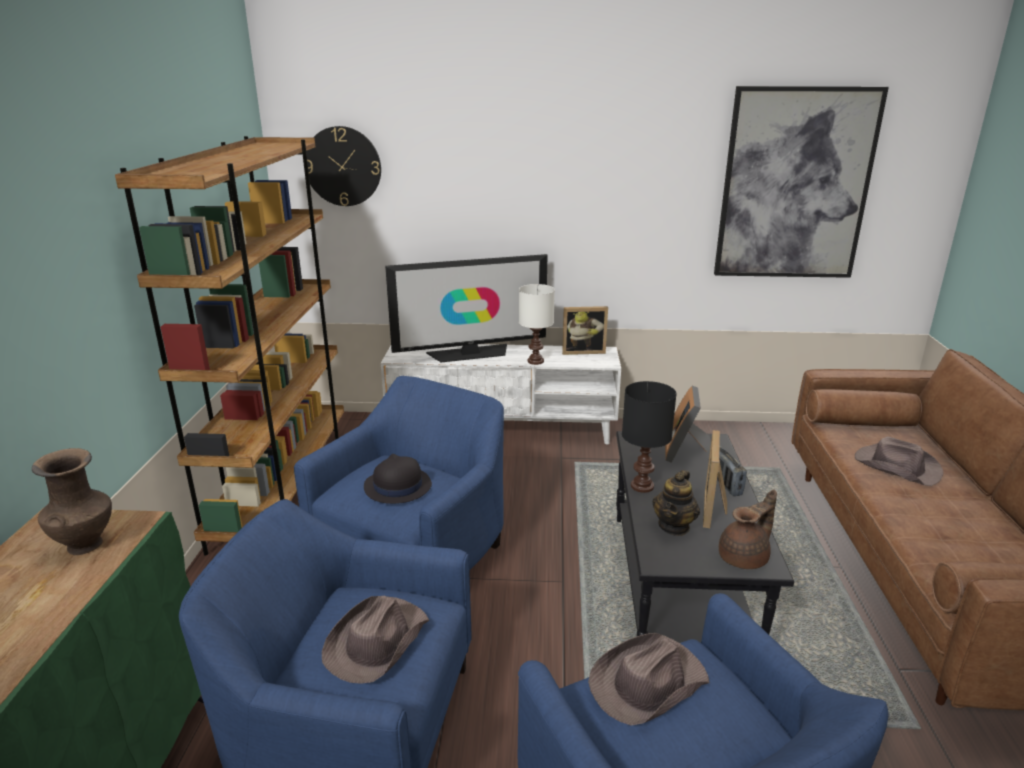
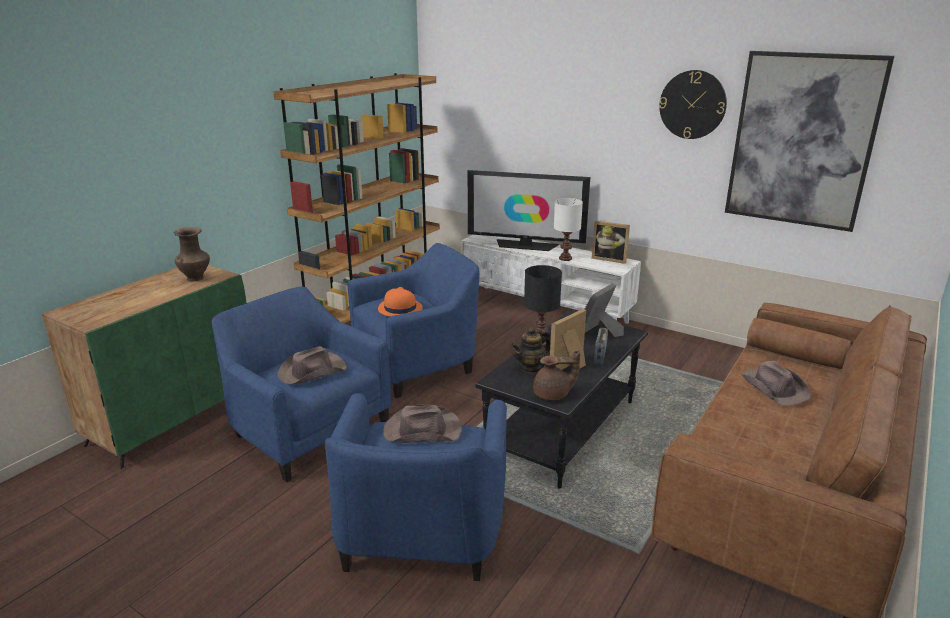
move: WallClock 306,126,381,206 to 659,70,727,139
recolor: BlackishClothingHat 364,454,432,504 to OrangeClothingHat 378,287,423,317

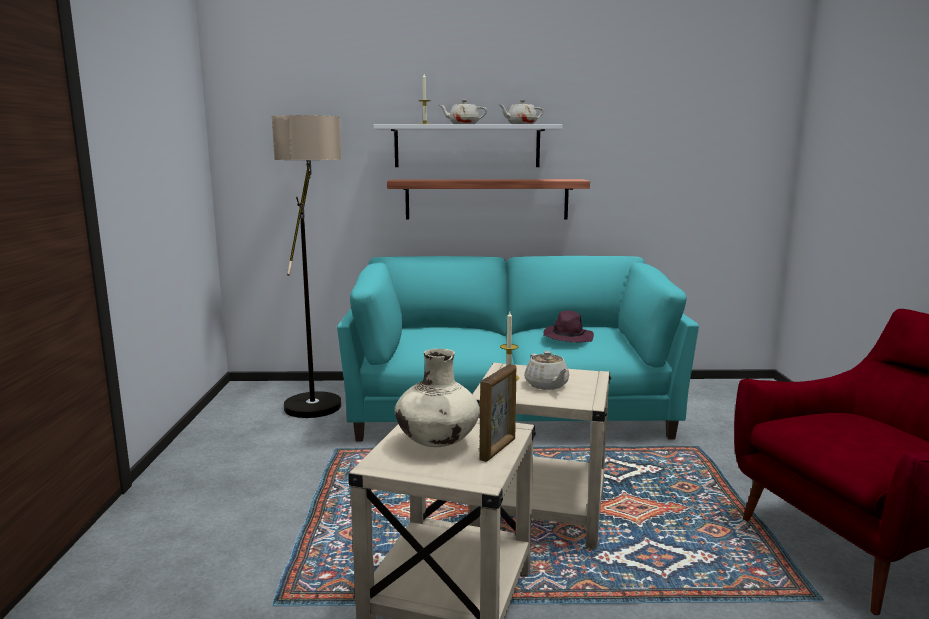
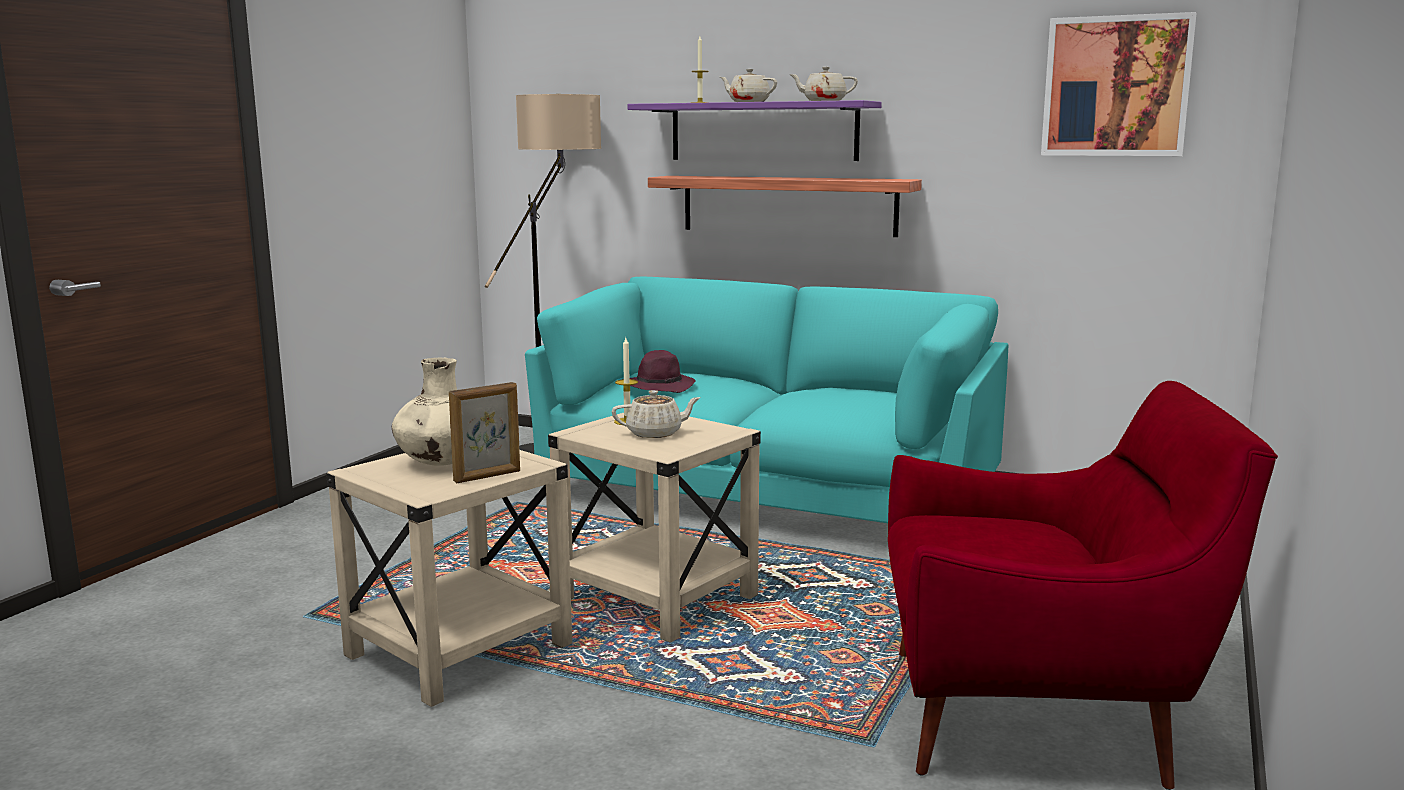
insert: Picture 1041,12,1197,156
move: PurpleClothingHat 543,311,594,342 to 629,350,696,393
recolor: WhiteBracketShelf 374,124,562,167 to PurpleBracketShelf 627,100,882,161
rotate: SandColouredTeapot 524,351,569,390 = 612,390,701,438 105 degrees counterclockwise

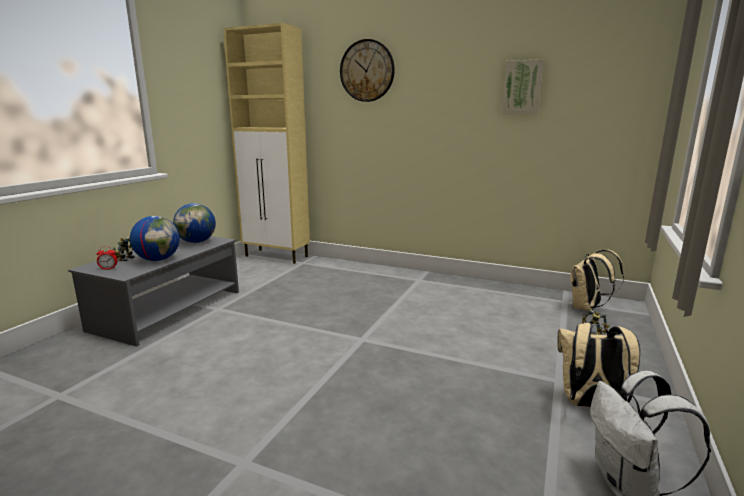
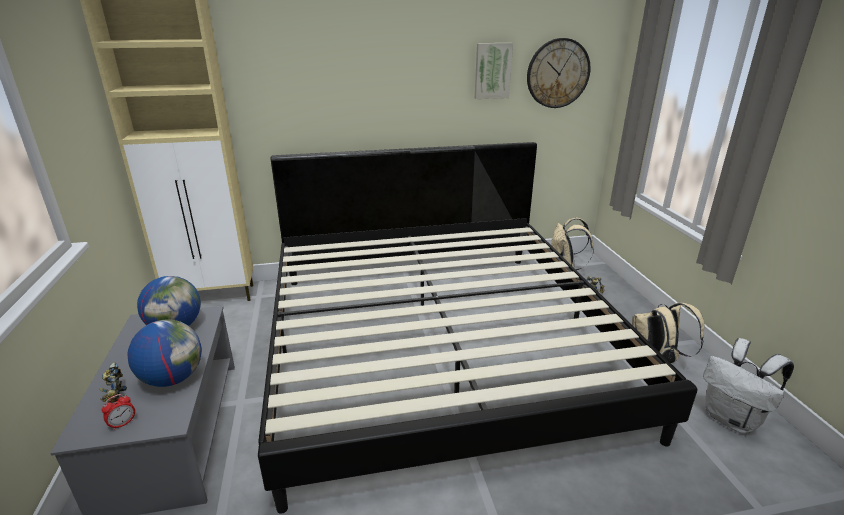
insert: Bed 258,142,698,514
move: WallClock 340,39,395,102 to 527,38,591,108

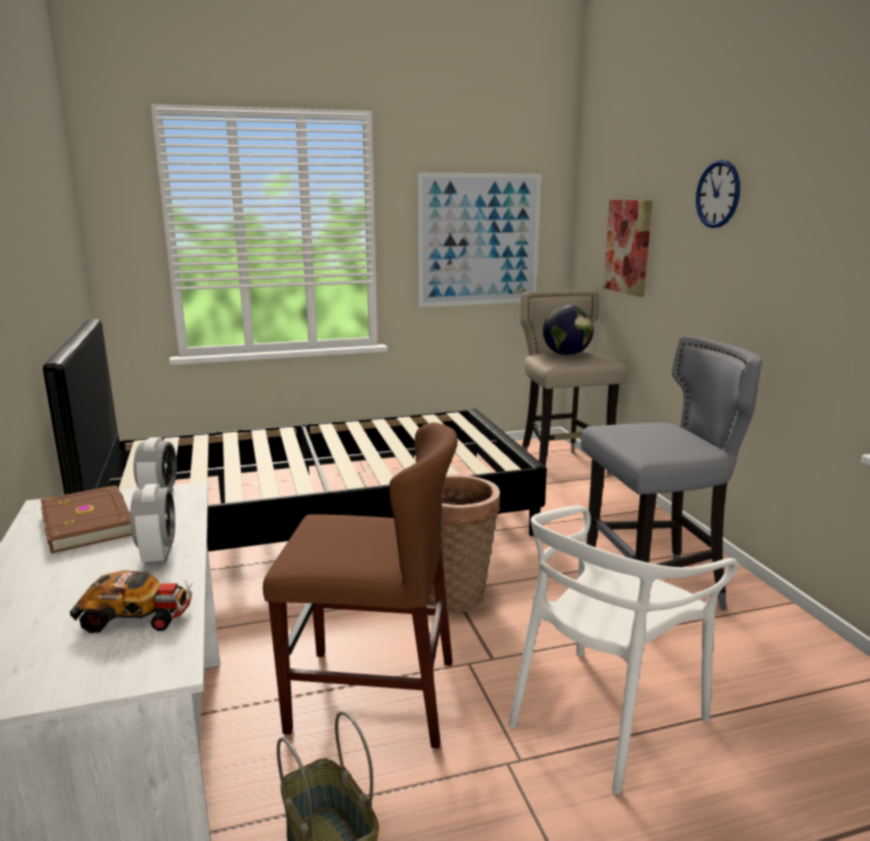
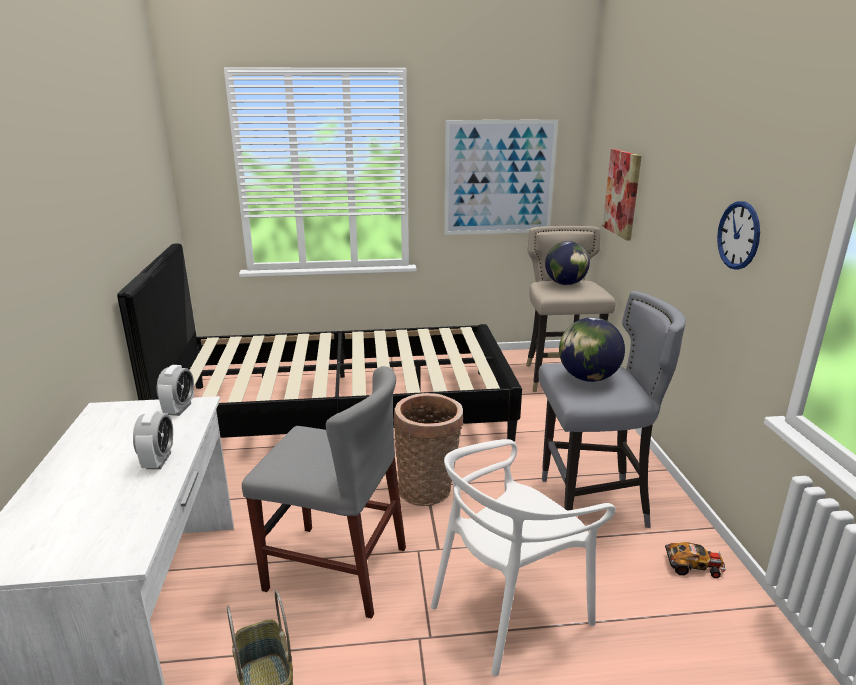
delete: BrownBook 40,485,132,553
insert: DeskGlobe 559,317,625,382
move: ModelCar 70,571,193,633 to 665,542,726,578; WallClock 696,160,740,228 to 717,201,760,270
recolor: BrownUprightChair 263,422,458,749 to GrayUprightChair 242,366,406,619

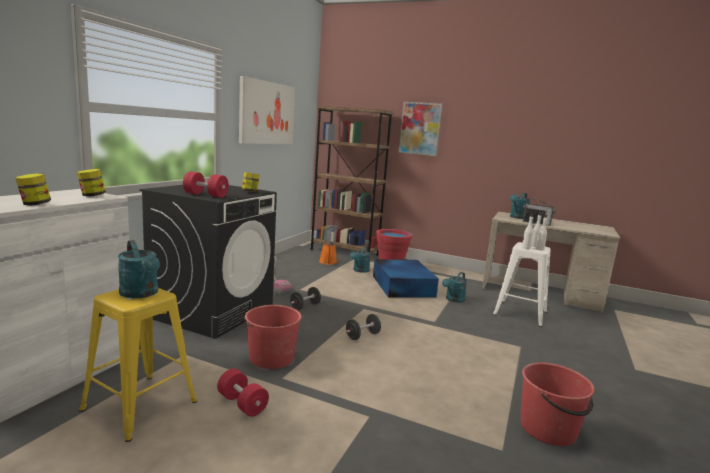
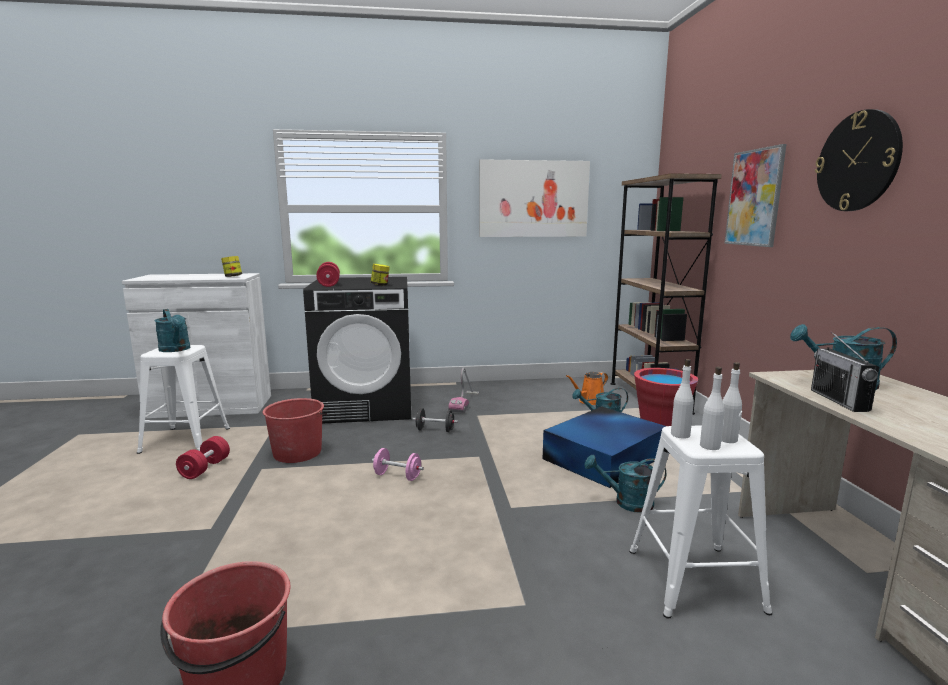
delete: PreserveJar 15,173,51,205
insert: WallClock 815,109,903,211
recolor: YellowSittingStool 79,288,197,442 to WhiteSittingStool 137,345,230,454; BlackishFreeWeight 346,314,381,340 to PinkishFreeWeight 372,448,424,481
rotate: TurquoiseColouredWateringPot 117,240,160,298 = 155,309,190,352 60 degrees counterclockwise

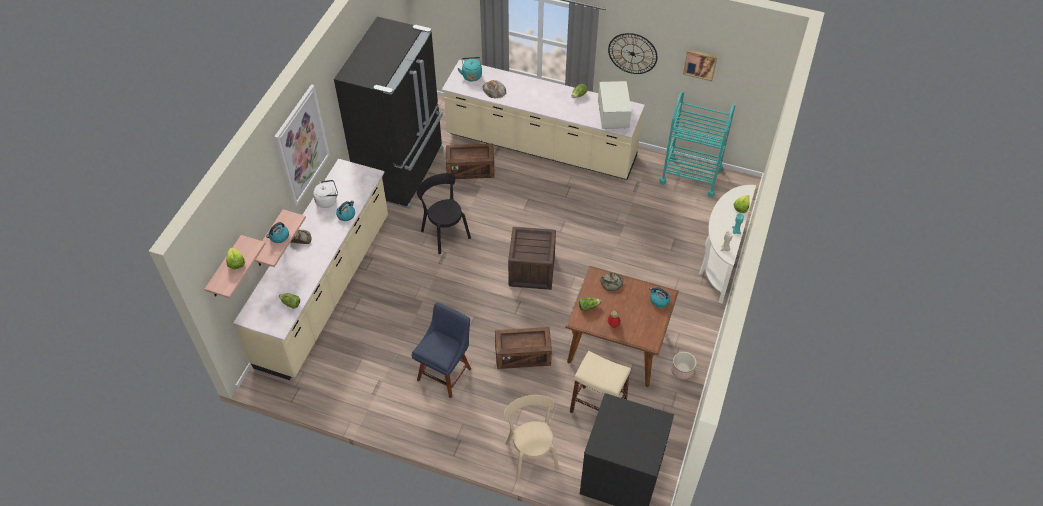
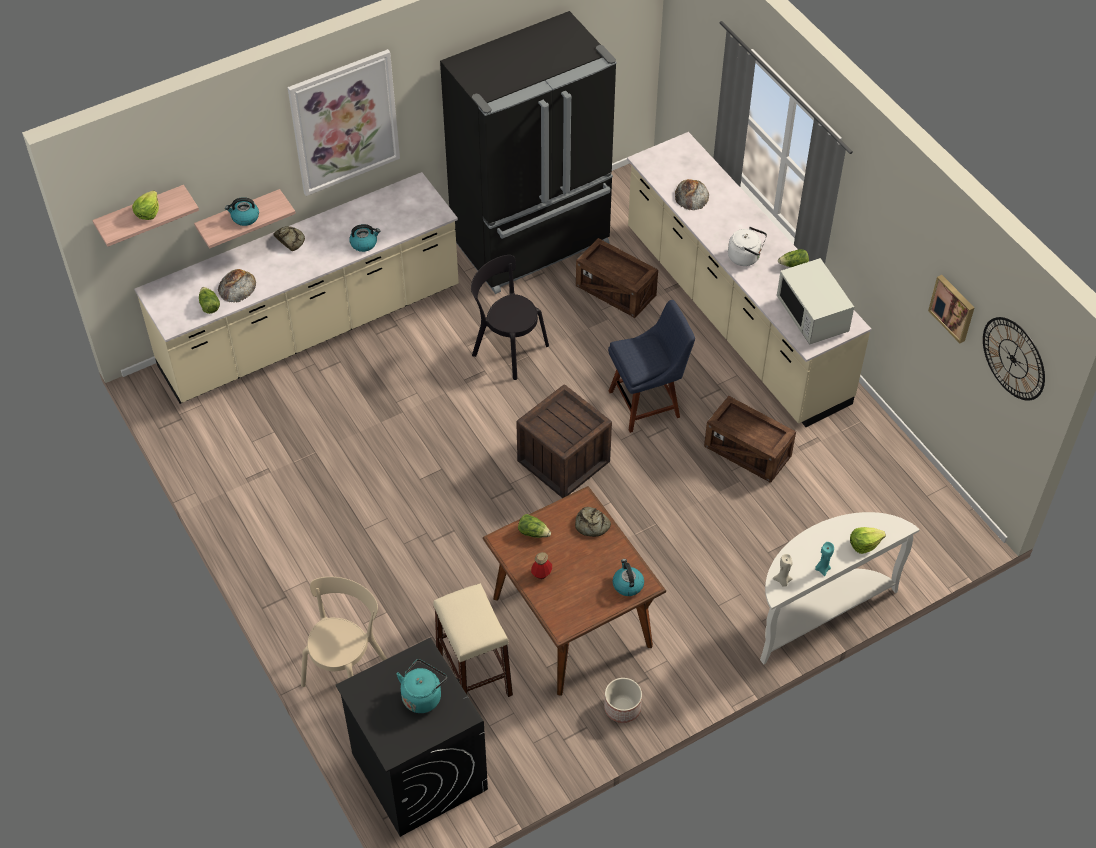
delete: TurquoiseColouredCart 659,92,735,197
insert: Bread 218,269,256,303
move: WhiteKettle 313,180,338,208 to 728,227,767,266; BluishUprightChair 412,302,471,398 to 608,300,695,433; TurquoiseColouredKettle 458,57,482,81 to 396,659,447,713; Crate 495,327,552,369 to 704,396,796,483; WallClock 608,33,658,74 to 983,317,1045,401
rotate: BlackishUprightChair 416,173,471,254 = 471,255,549,380 60 degrees counterclockwise; WhiteKitchenMicrowave 598,81,632,129 = 777,258,854,345 120 degrees clockwise

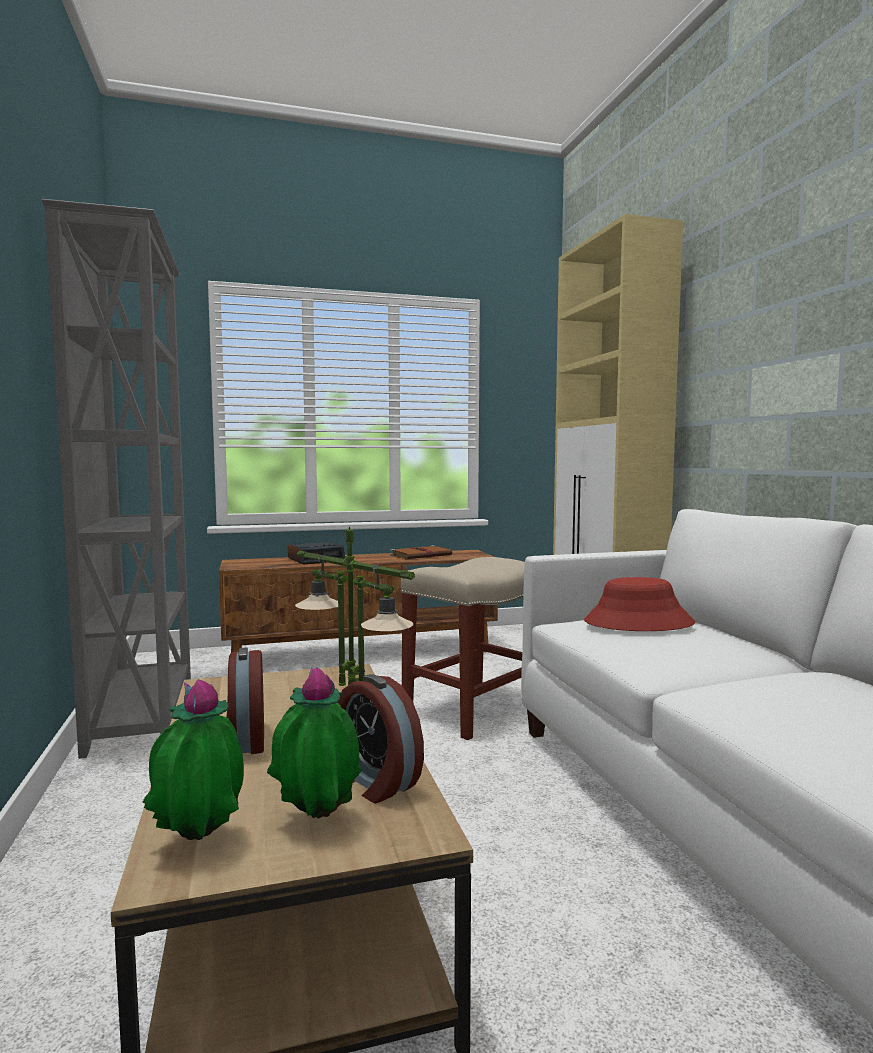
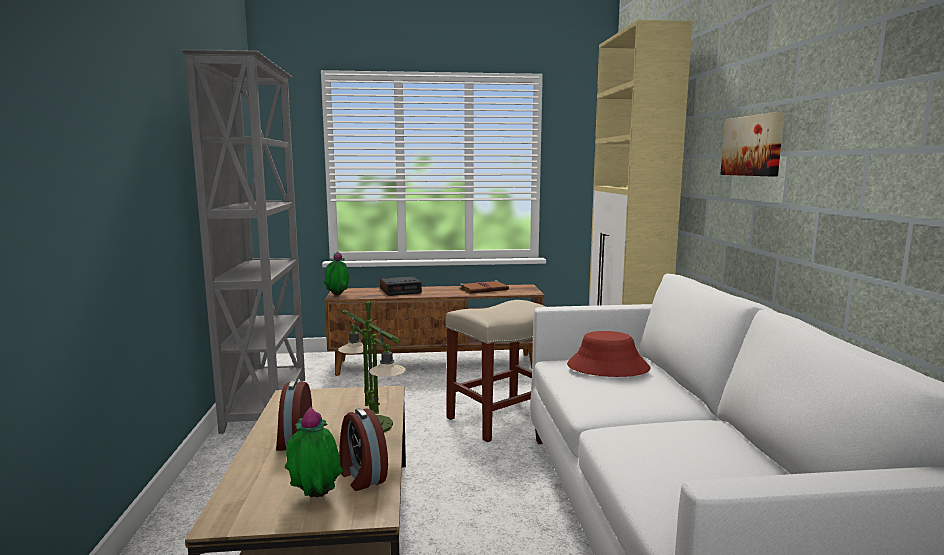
insert: Picture 720,112,784,176
move: Houseplant 143,679,244,840 to 324,252,349,296

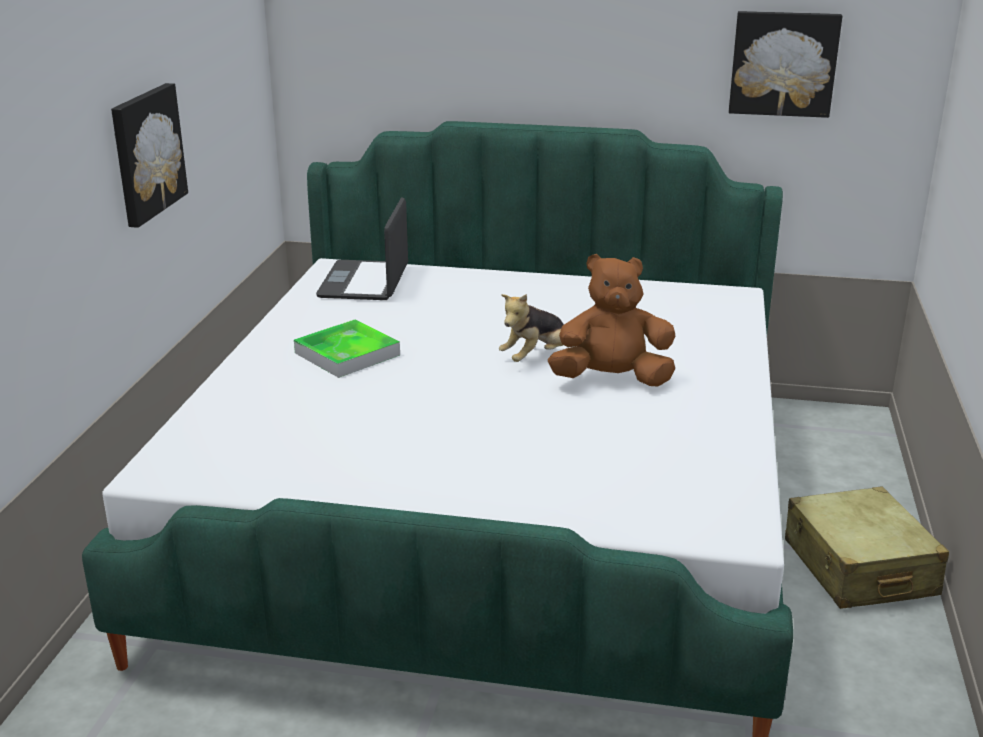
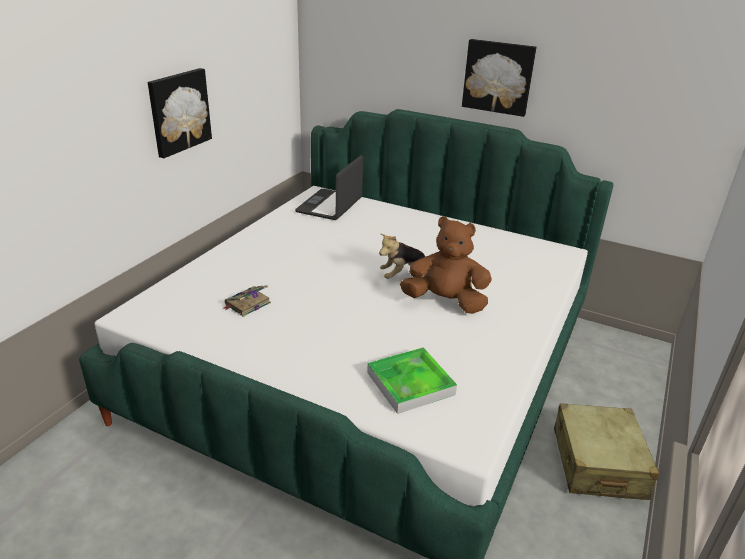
insert: Book 222,285,271,317
move: Tray 294,320,400,378 to 367,347,457,414; Picture 729,11,842,118 to 462,39,537,117

